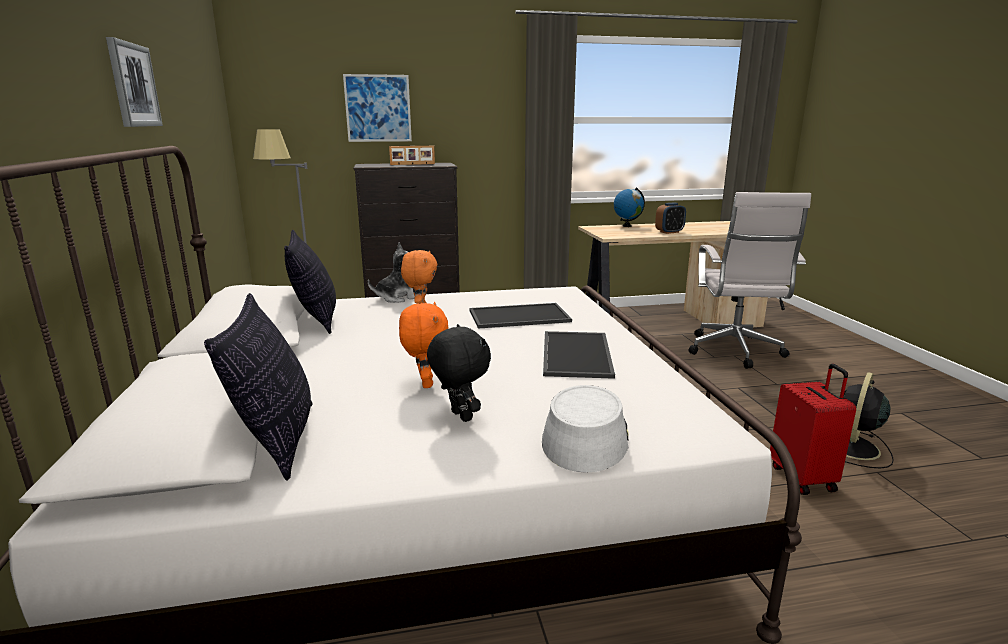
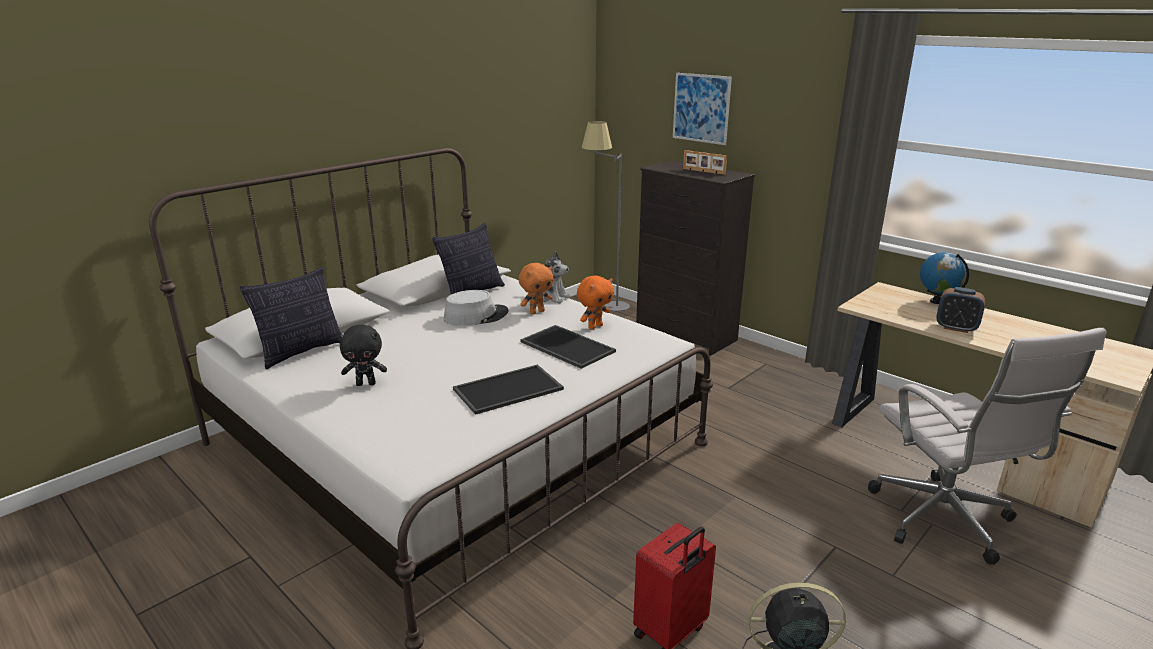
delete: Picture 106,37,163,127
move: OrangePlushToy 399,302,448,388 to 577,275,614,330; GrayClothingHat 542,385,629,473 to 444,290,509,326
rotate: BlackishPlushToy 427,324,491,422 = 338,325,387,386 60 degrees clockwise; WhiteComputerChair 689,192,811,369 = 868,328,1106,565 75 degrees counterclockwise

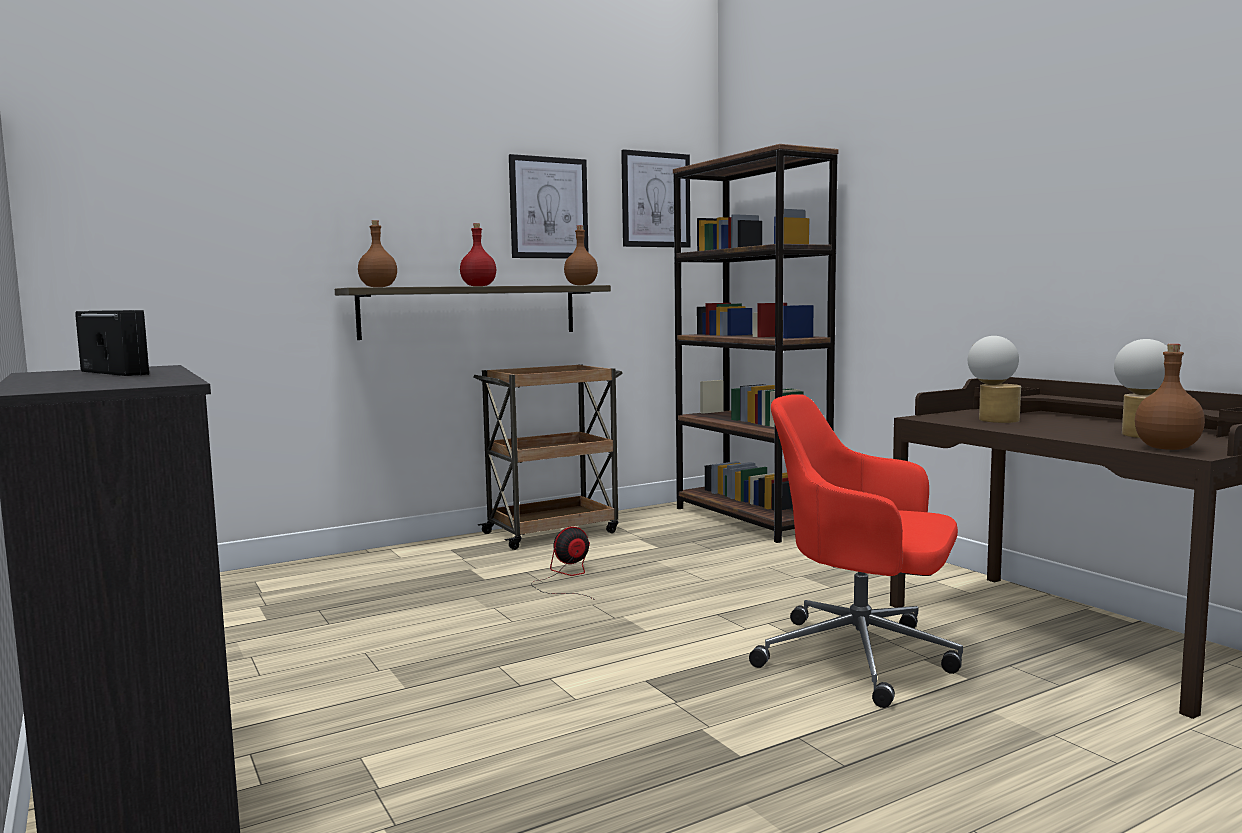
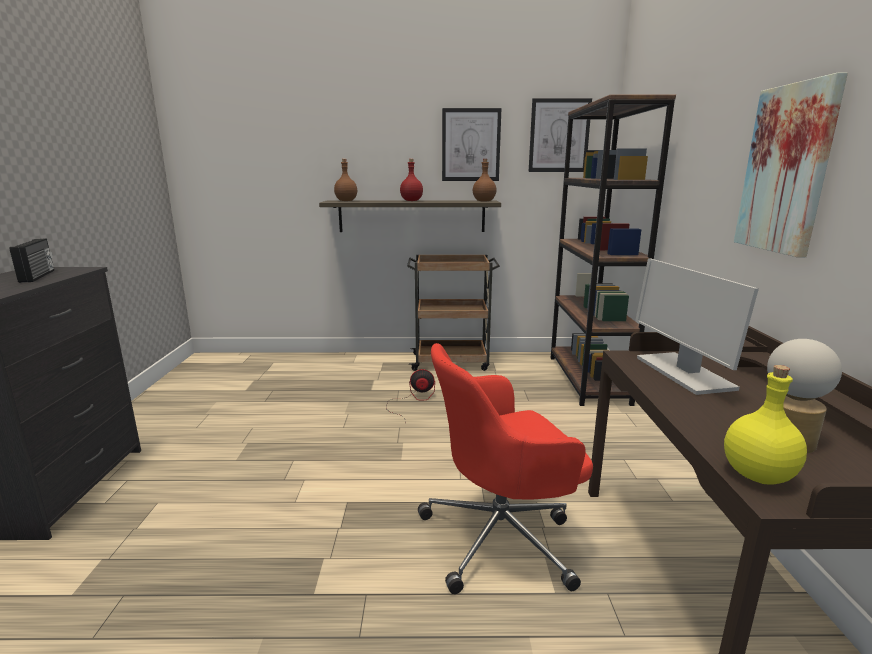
insert: Picture 734,73,848,257
replace: TableLamp 968,336,1021,423 to ComputerDisplay 635,258,759,395
recolor: BrownDrinkBottle 1135,344,1205,450 to YellowDrinkBottle 724,365,807,485
rotate: RedColouredComputerChair 749,394,963,708 = 418,343,593,594 75 degrees counterclockwise

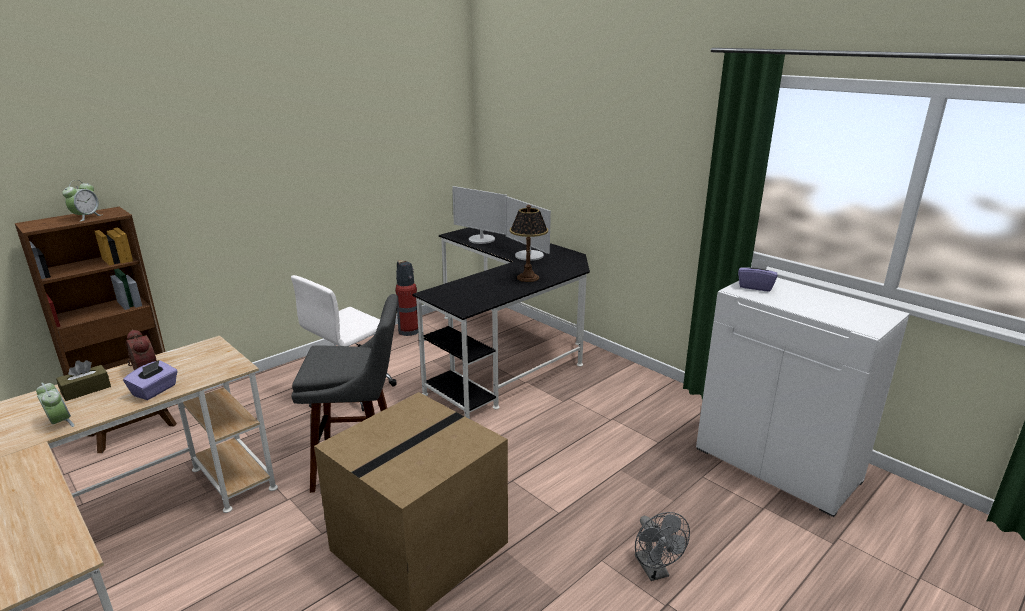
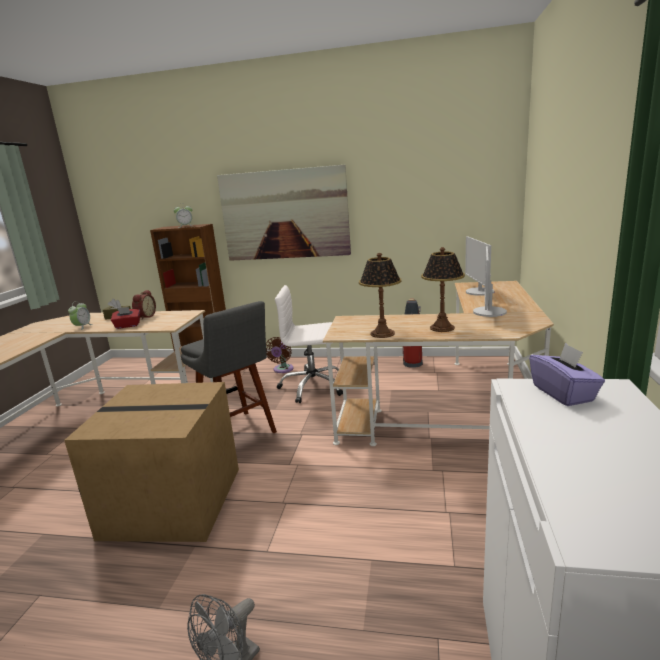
insert: Picture 217,164,351,261; BrownCoolingFan 266,337,294,373; TableLamp 359,253,401,338
recolor: PurpleTissueHolder 123,360,178,400 to RedColouredTissueHolder 111,307,140,329; BlackishDesk 412,227,590,419 to SandColouredDesk 323,281,554,446

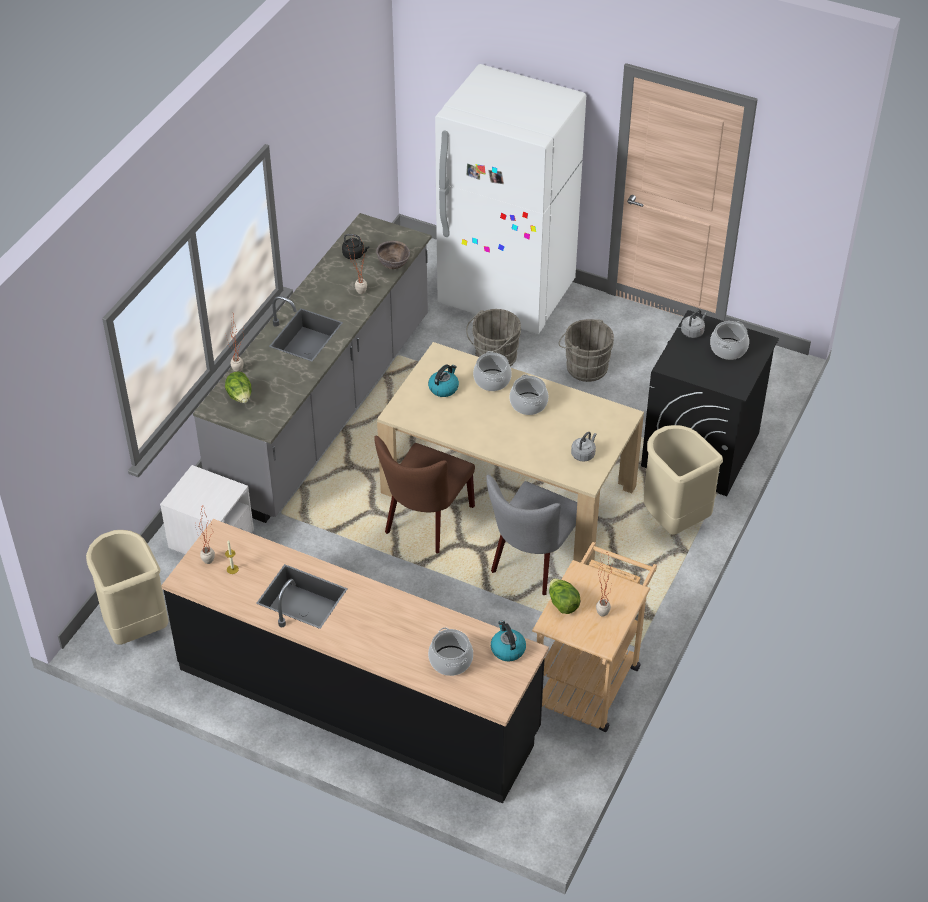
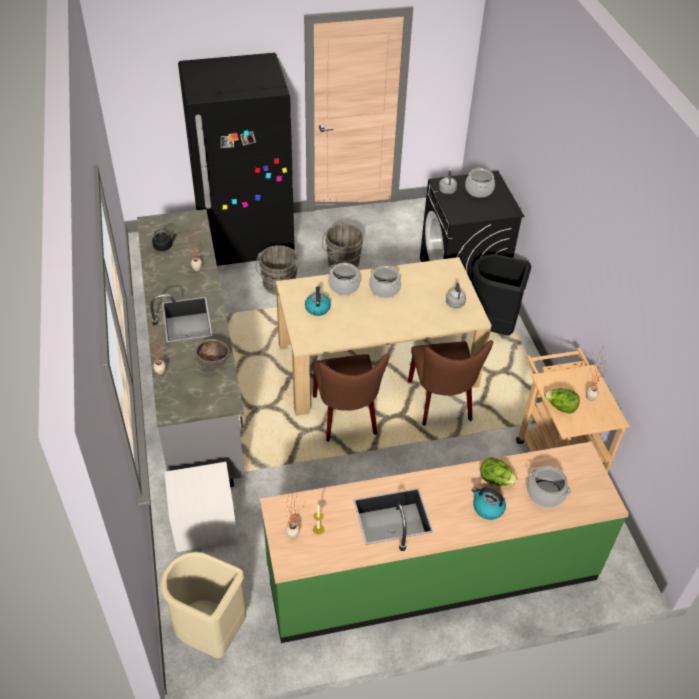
move: LettuceHead 225,371,252,403 to 480,457,518,486; BrownDeepDish 376,241,410,269 to 195,339,229,368; Kettle 491,620,526,661 to 472,487,506,520
recolor: BlackishKitchenBaseUnit 161,519,549,804 to GreenColouredKitchenBaseUnit 260,442,629,643; WhiteRefrigerator 435,64,586,334 to BlackishRefrigerator 178,53,295,266; GrayUprightChair 486,475,577,595 to BrownUprightChair 408,340,493,426; SandColouredRubbishBin 644,425,723,535 to BlackishRubbishBin 472,254,531,336

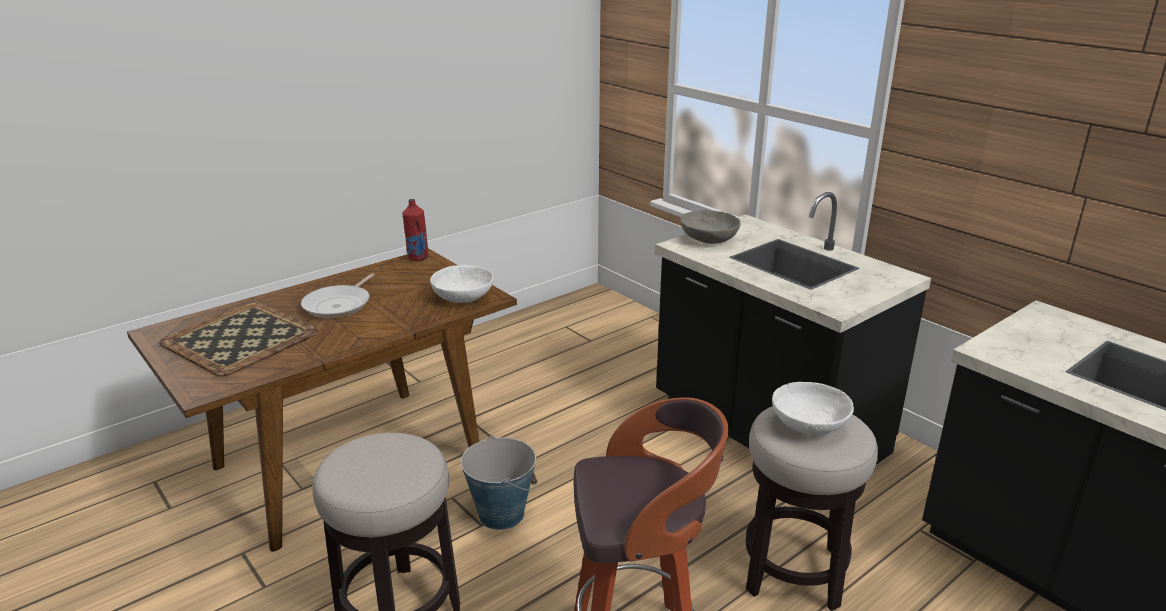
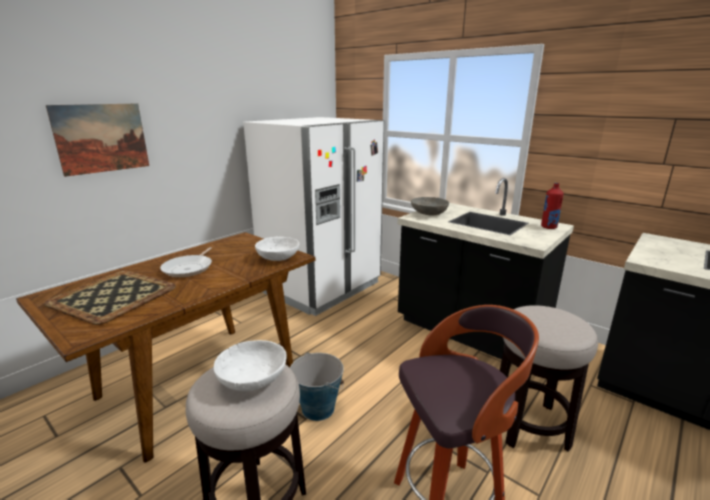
insert: Picture 46,104,149,177; WhiteRefrigerator 243,117,384,316
move: RedColouredDrinkBottle 403,199,429,261 to 541,183,564,229; WhiteDeepDish 772,382,854,435 to 214,340,287,391

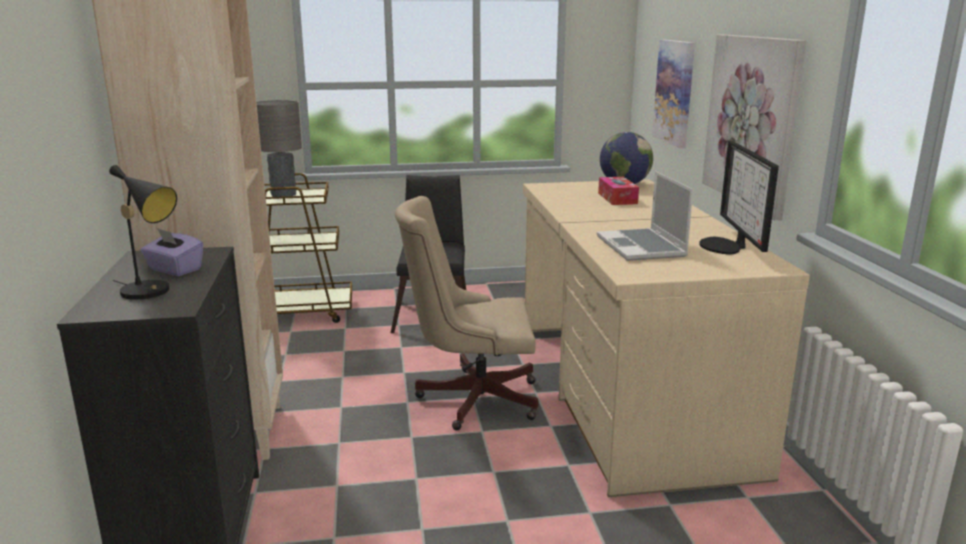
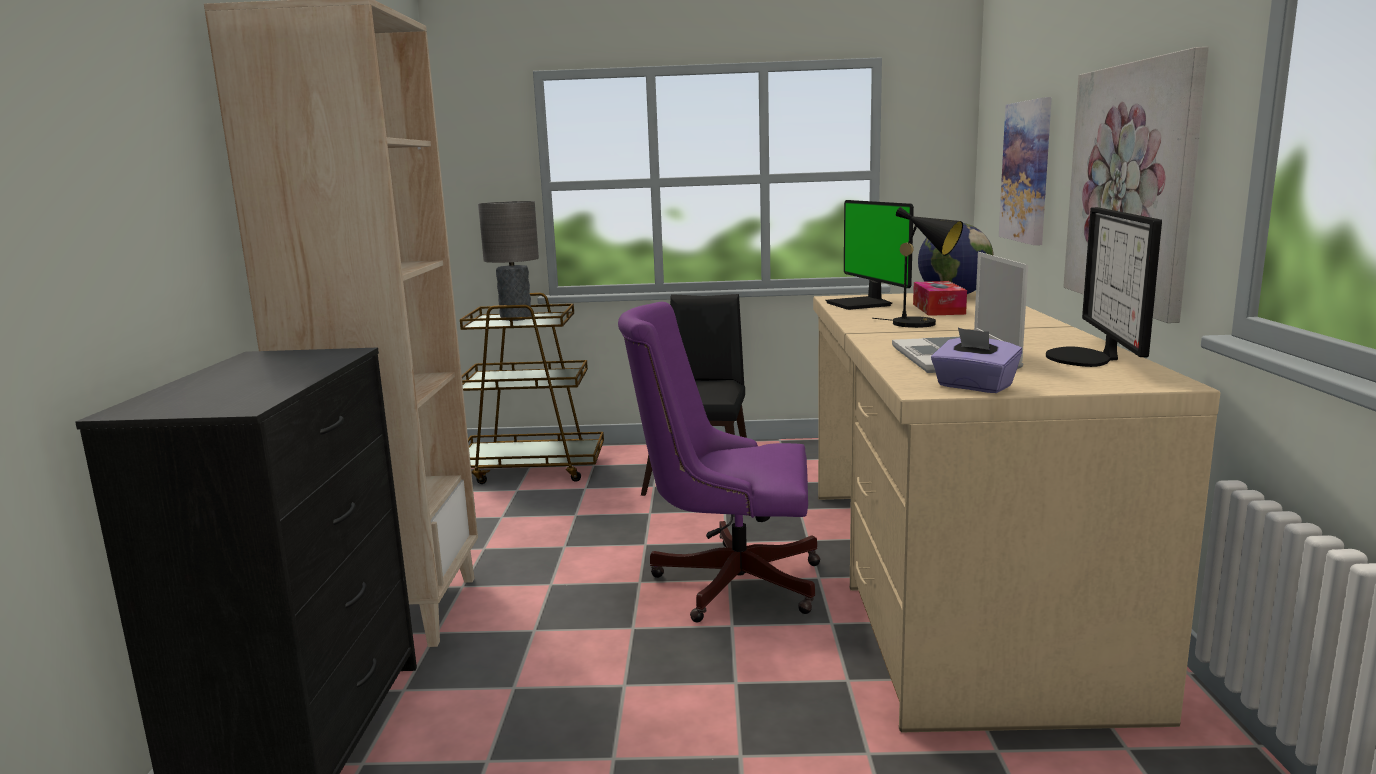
insert: ComputerDisplay 826,200,914,310
move: BlackishTableLamp 109,165,177,300 to 872,207,963,328; PurpleTissueHolder 140,228,203,276 to 931,328,1022,393
recolor: SandColouredComputerChair 395,196,538,430 to PurpleComputerChair 618,302,821,622

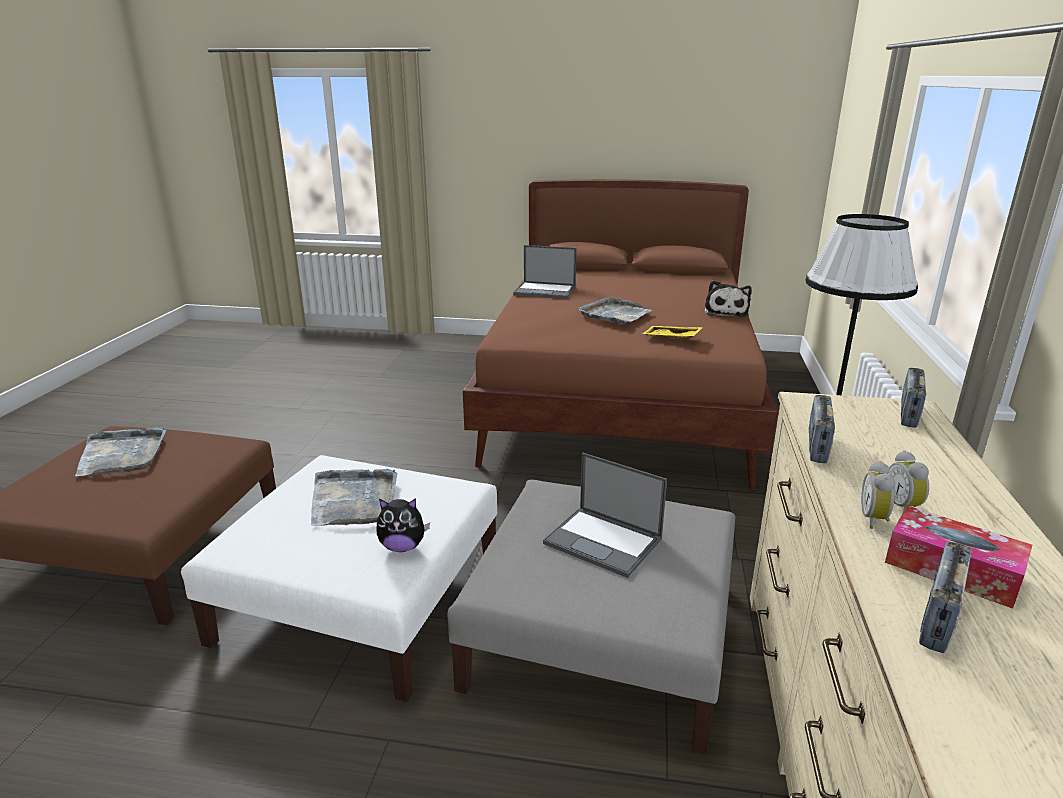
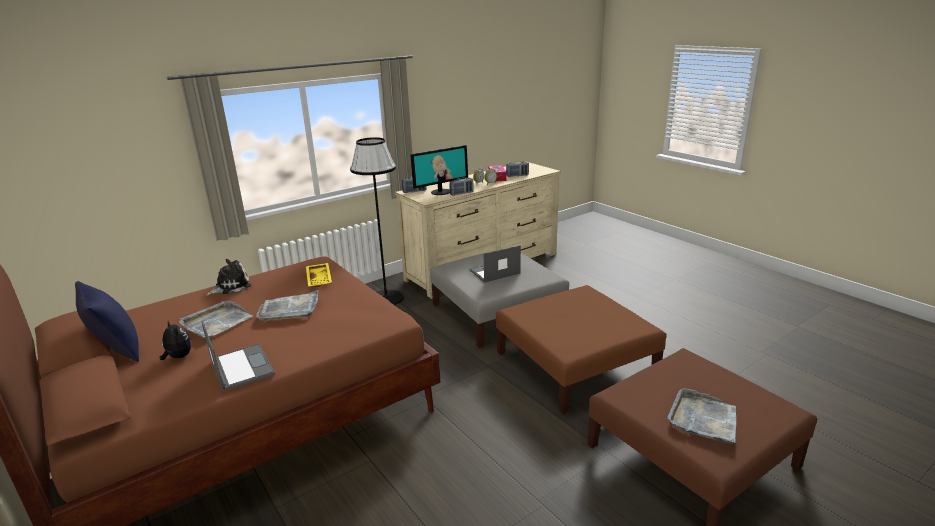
insert: BluishPillow 75,281,139,362; ComputerDisplay 410,145,468,195
move: GrayTray 311,469,397,526 to 179,301,253,338; PlushToy 376,498,430,552 to 160,321,191,360
recolor: WhiteFootrest 181,455,497,702 to BrownFootrest 496,285,667,414
rotate: PortableComputer 543,453,667,578 = 470,245,521,283 105 degrees counterclockwise

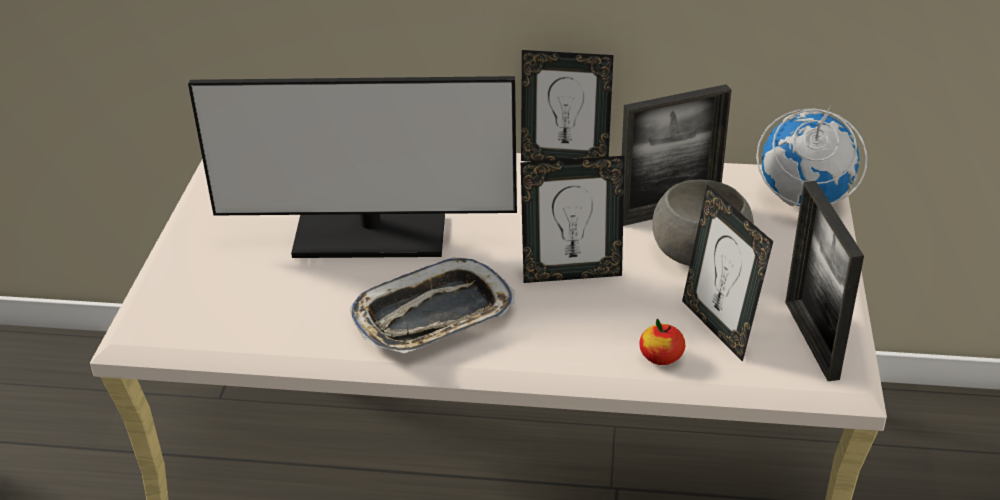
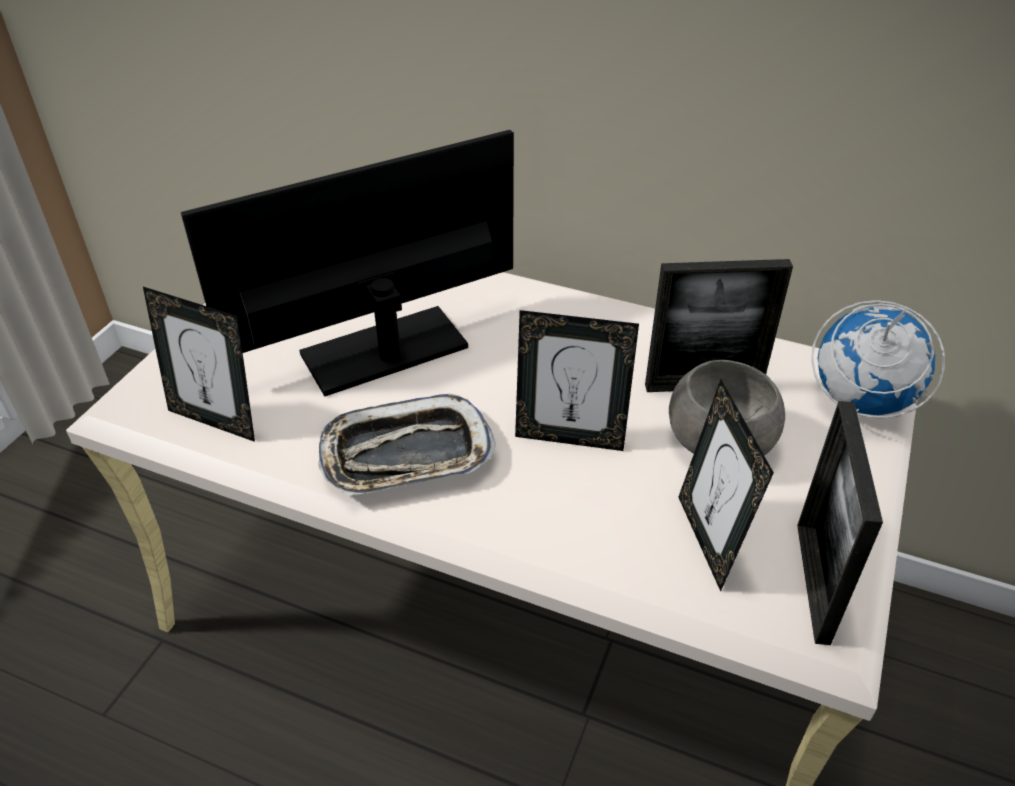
delete: Apple 639,319,685,365
move: PhotoFrame 521,50,613,162 to 143,287,255,442
rotate: ComputerDisplay 188,76,517,258 = 181,130,514,397 135 degrees clockwise

